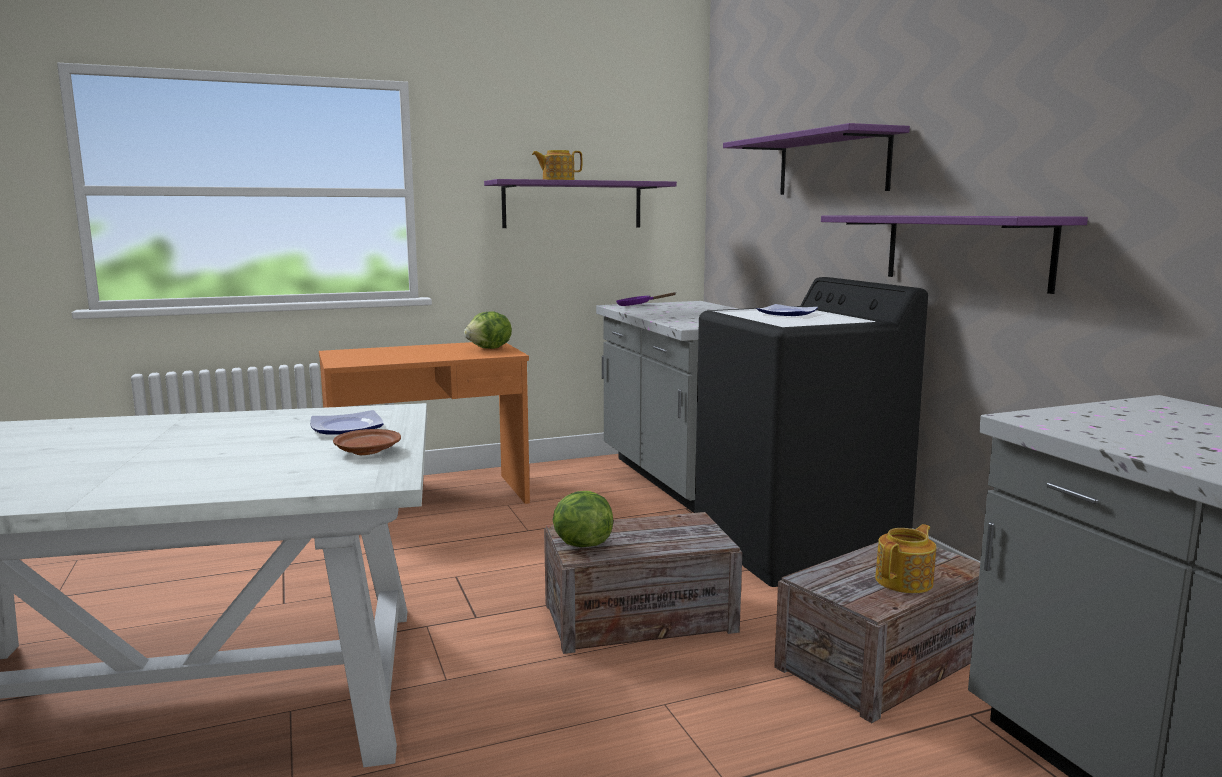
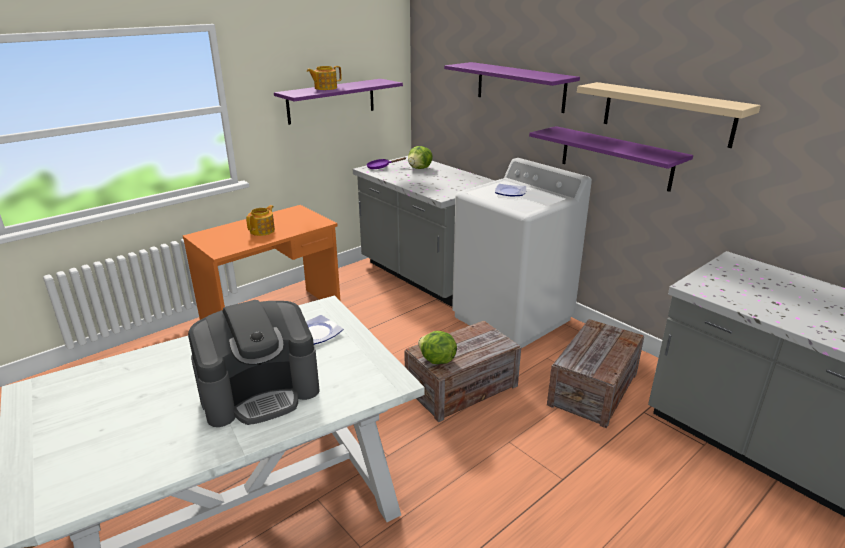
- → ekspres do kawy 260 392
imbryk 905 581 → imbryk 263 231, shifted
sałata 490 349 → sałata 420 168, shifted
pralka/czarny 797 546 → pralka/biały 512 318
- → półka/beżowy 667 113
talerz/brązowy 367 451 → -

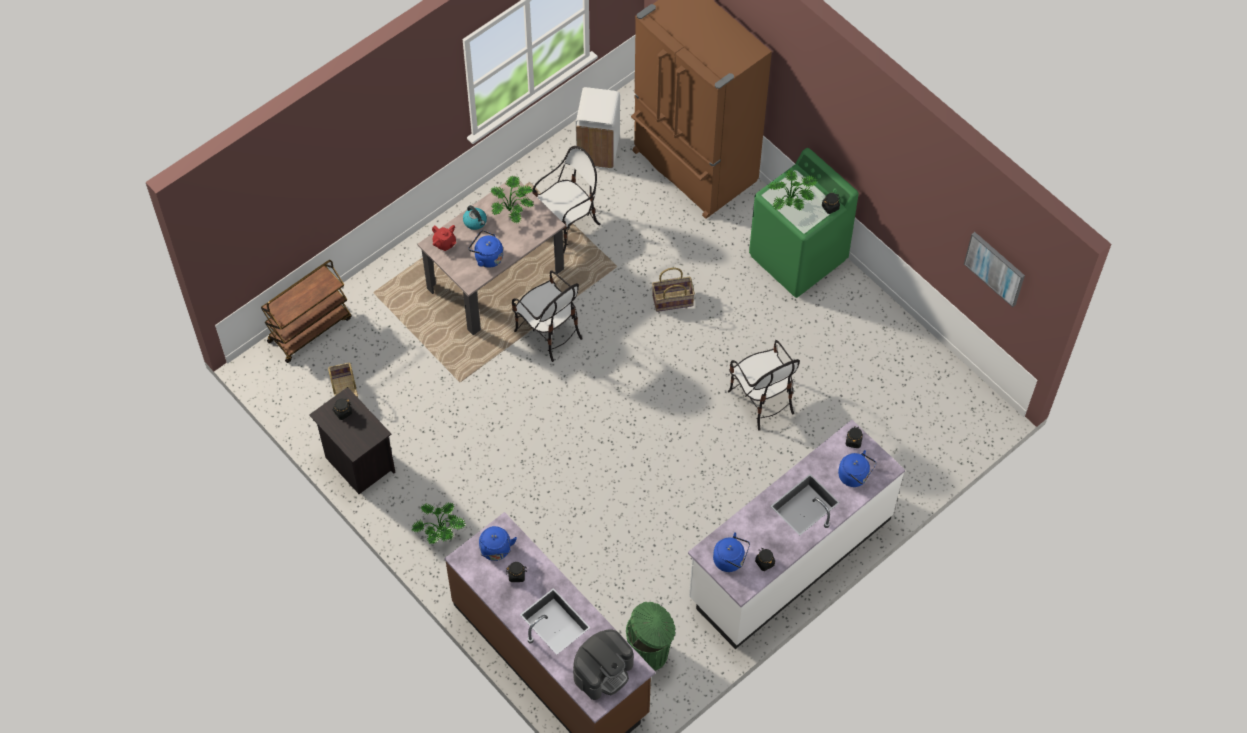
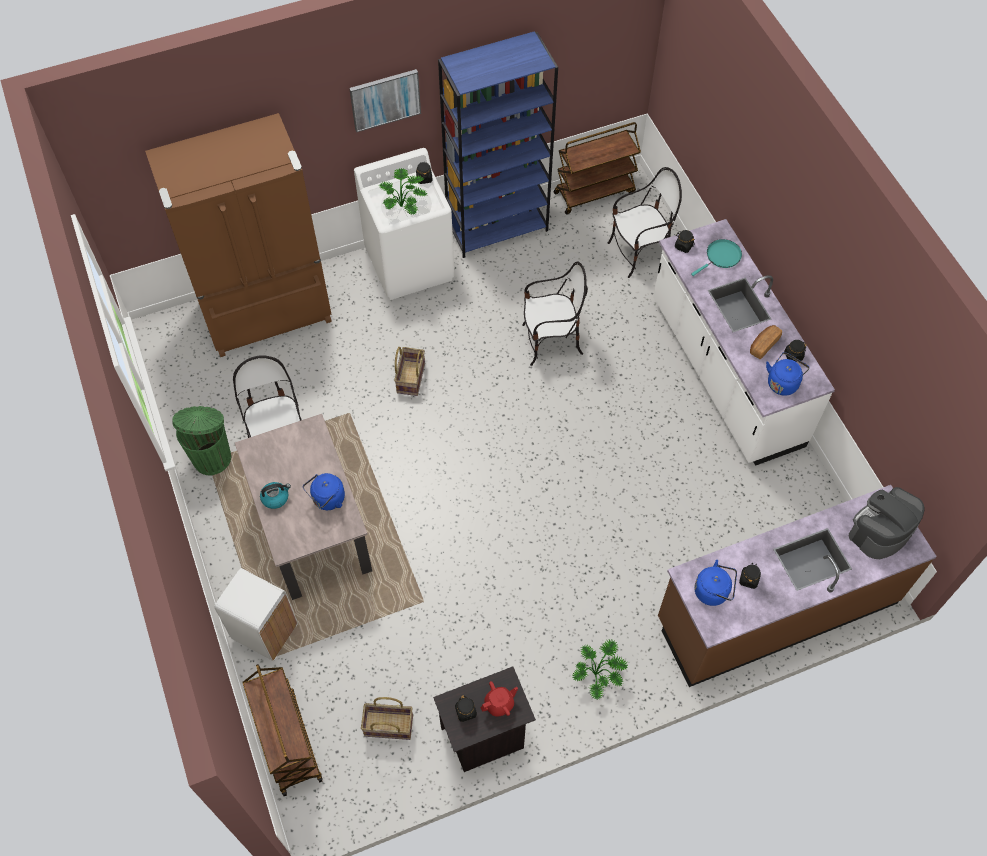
kosz na śmieci/zielony 650 653 → kosz na śmieci/zielony 212 457, shifted
kosz na śmieci/biały 599 150 → kosz na śmieci/biały 265 631, shifted
obraz 995 268 → obraz 385 99, shifted
pralka/zielony 798 258 → pralka/biały 410 264
- → regał/niebieski 497 227
imbryk/czerwony 444 243 → imbryk/czerwony 499 704, shifted
- → wózek/brązowy 594 192
krzesło 548 333 → krzesło 639 253, shifted
czajnik/niebieski 855 476 → patelnia/turkusowy 721 257
- → chleb 763 345
ekspres do kawy 603 671 → ekspres do kawy 880 531, 105 degrees counterclockwise
roślina doniczkowa 512 210 → -

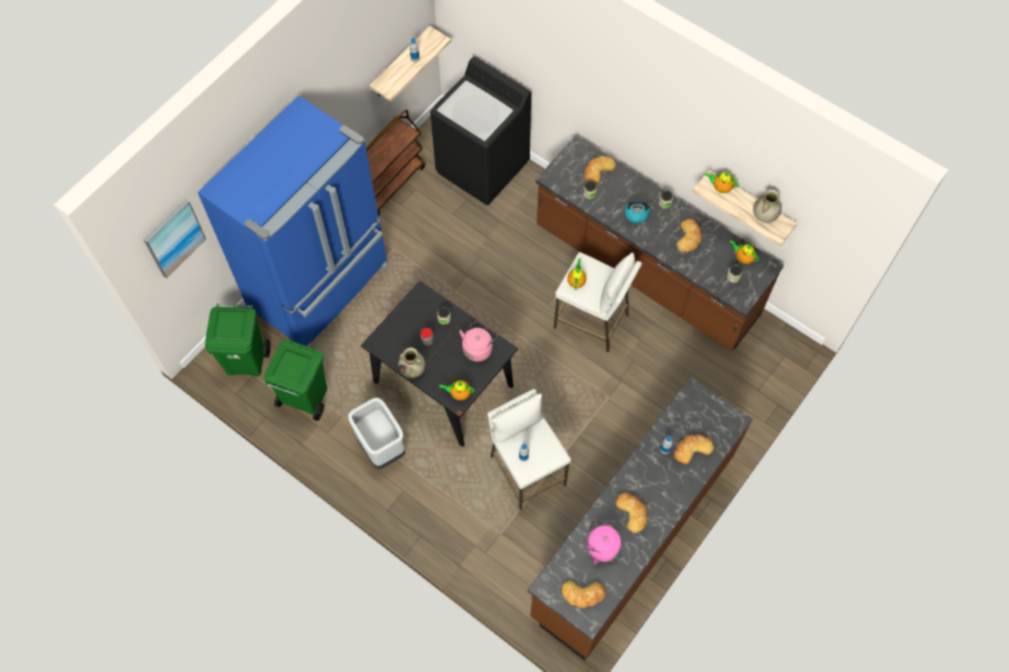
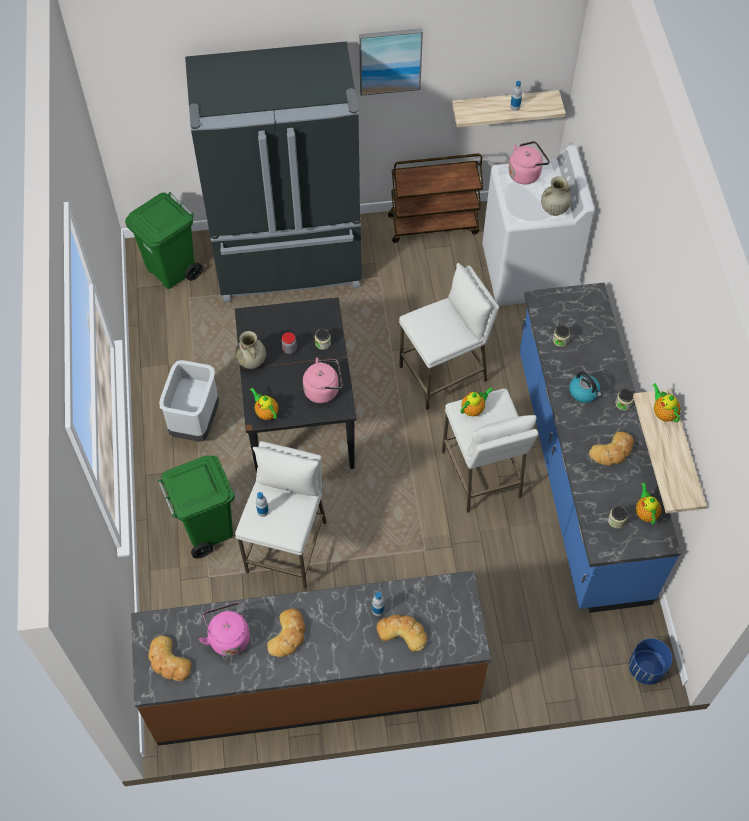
kosz na śmieci/zielony 304 398 → kosz na śmieci/zielony 206 528, shifted
lodówka/niebieski 321 288 → lodówka/czarny 289 262
obraz 174 238 → obraz 390 60, shifted
- → stołek/biały 444 374
pralka/czarny 482 167 → pralka/biały 528 272
- → czajnik/różowy 526 173
zabudowa kuchenna/brązowy 646 272 → zabudowa kuchenna/niebieski 579 475
wazon/beżowy 764 216 → wazon/beżowy 553 210, shifted
- → donica/niebieski 646 668
chleb 598 170 → -

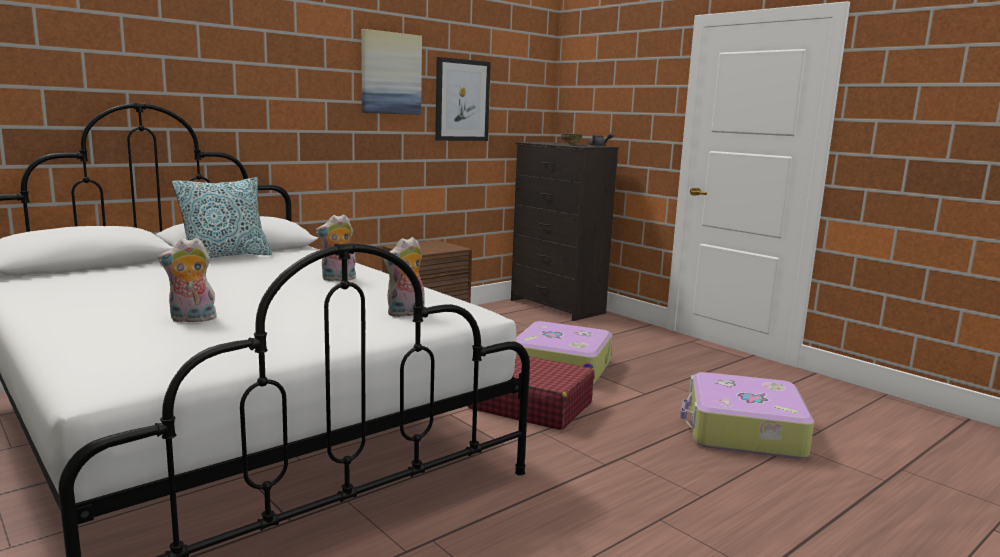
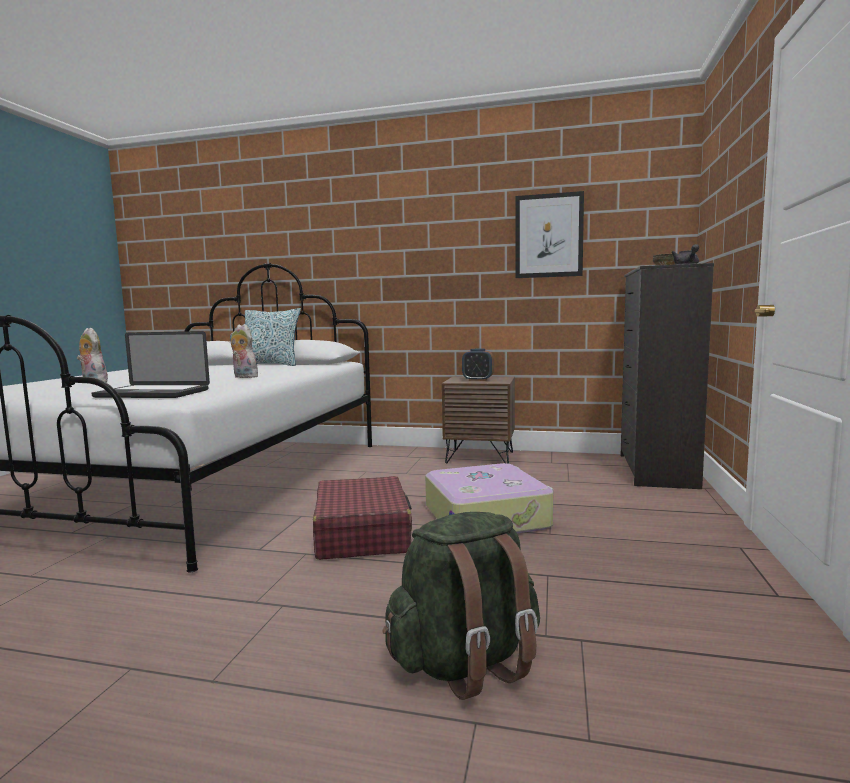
pluszak 406 314 → laptop 152 393
walizka 742 431 → plecak/zielony 466 662
- → budzik 478 380
obraz 390 73 → -

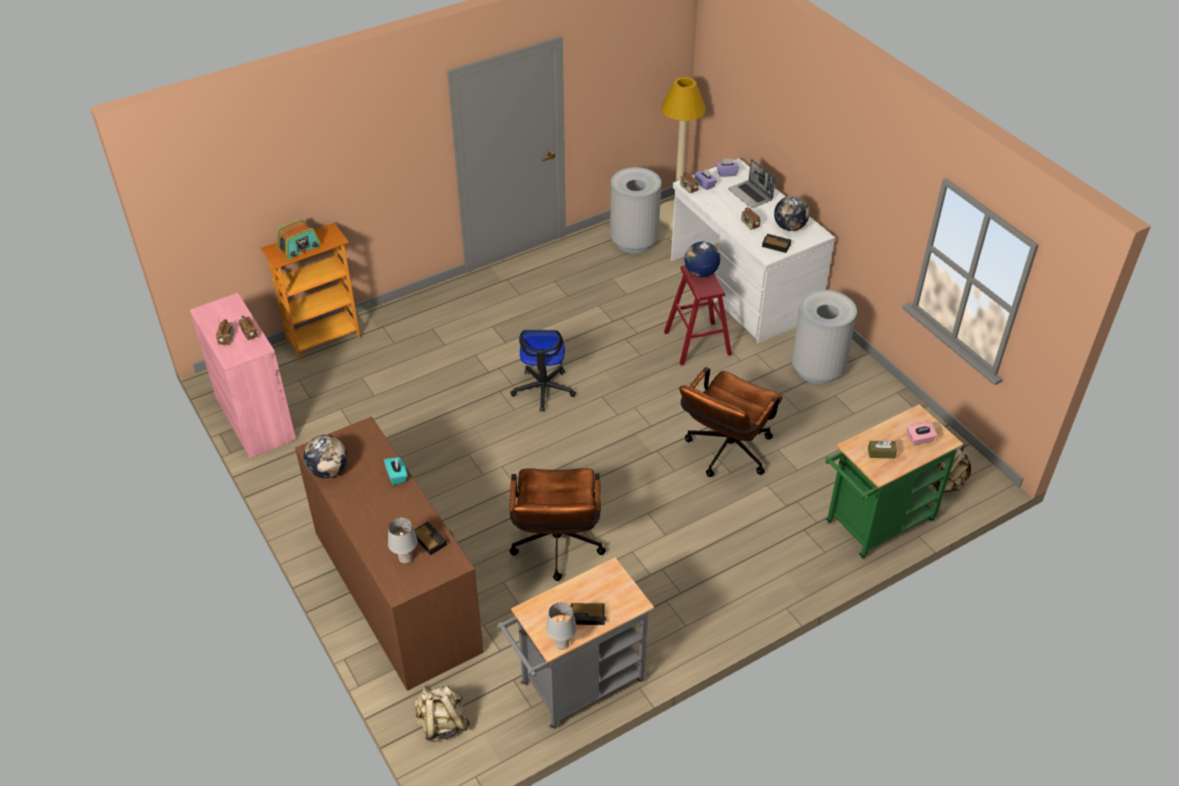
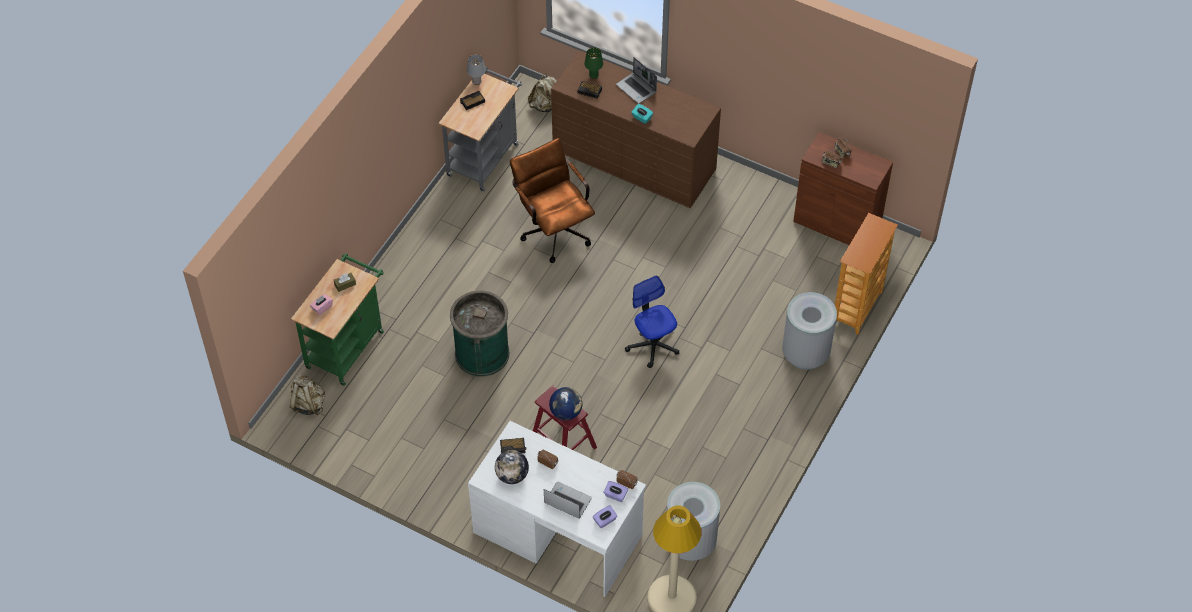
krzesło biurowe/brązowy 725 454 → kosz na śmieci/zielony 482 353
lampa stołowa/szary 406 559 → lampa stołowa/zielony 593 76
- → laptop 637 89
kosz na śmieci/szary 817 369 → kosz na śmieci/szary 805 353, shifted
szafka/różowy 255 419 → szafka/brązowy 837 223
radio 299 248 → -
globus 328 470 → -

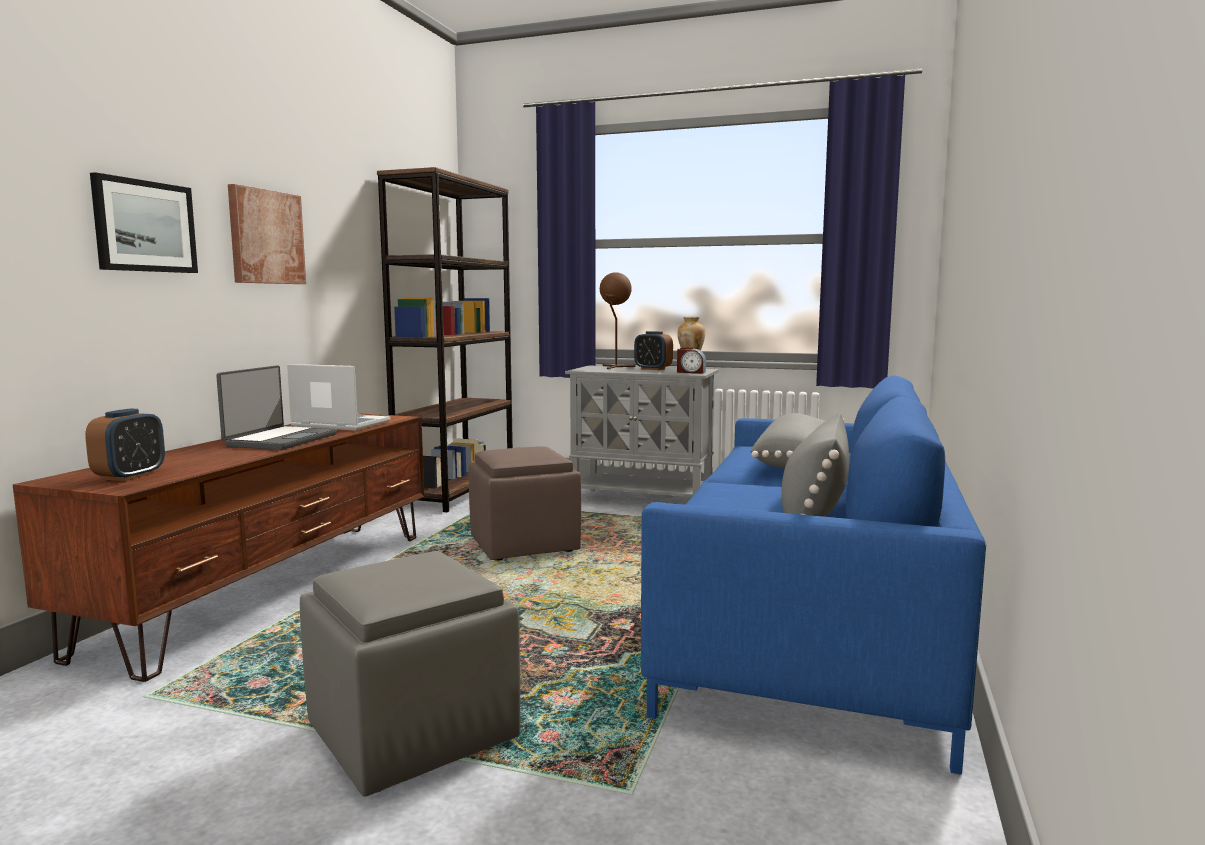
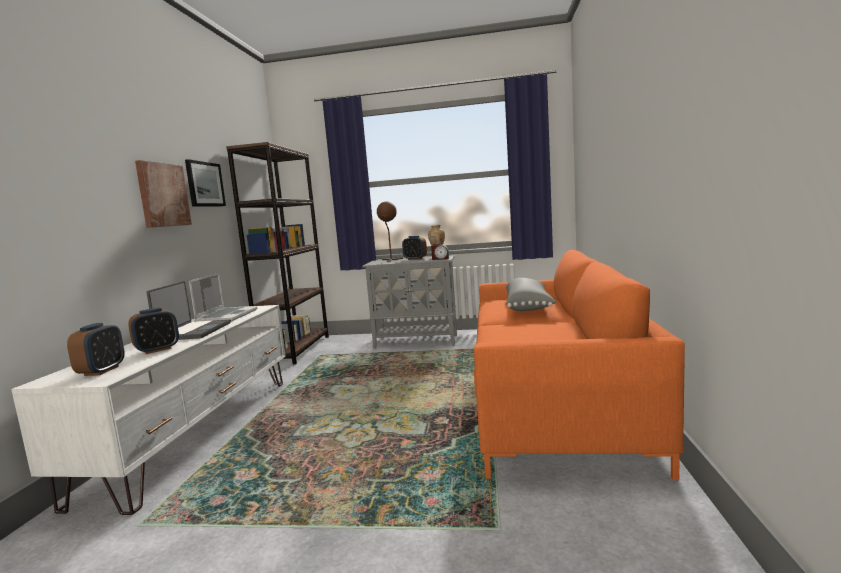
szafka pod telewizor/brązowy 274 587 → szafka pod telewizor/biały 199 431
- → budzik 157 350
obraz 145 226 → obraz 204 184, shifted
laptop 339 424 → laptop 227 316, 90 degrees clockwise
kanapa/niebieski 812 624 → kanapa/pomarańczowy 553 403
pufa/szary 415 733 → -
pufa/brązowy 523 545 → -
poduszka/szary 814 509 → -

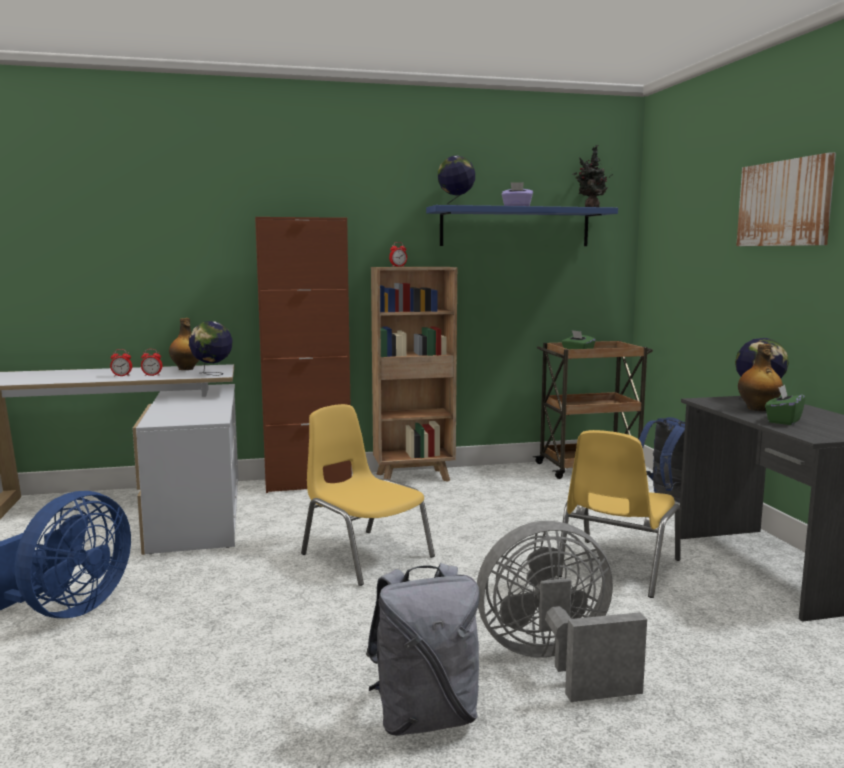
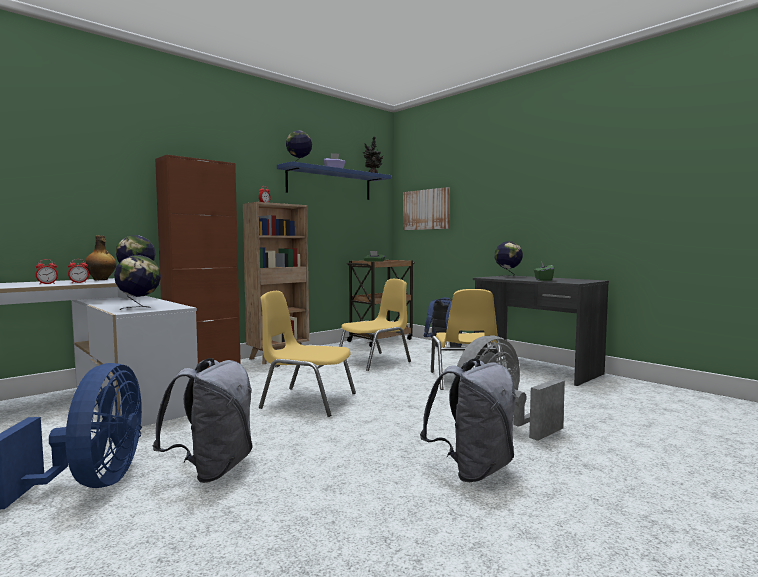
- → globus 139 308
- → plecak/szary 212 469
- → krzesło/żółty 375 361
obraz 784 203 → obraz 426 209, shifted
butelka 757 409 → -

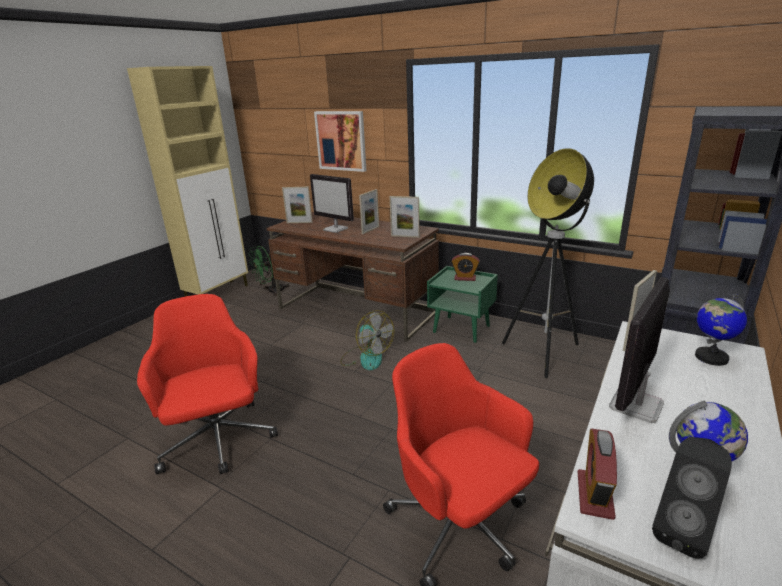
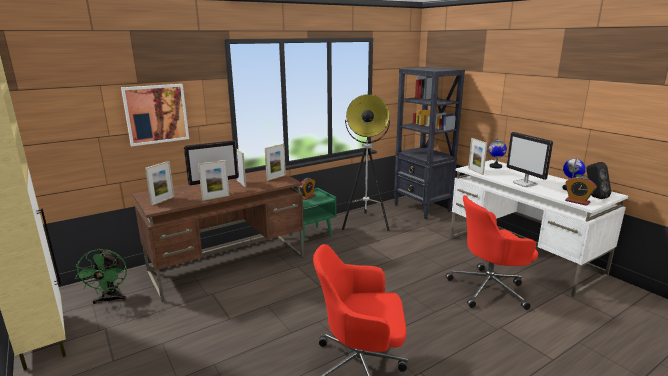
- → ramka na zdjęcie 216 198
wentylator 366 357 → -

